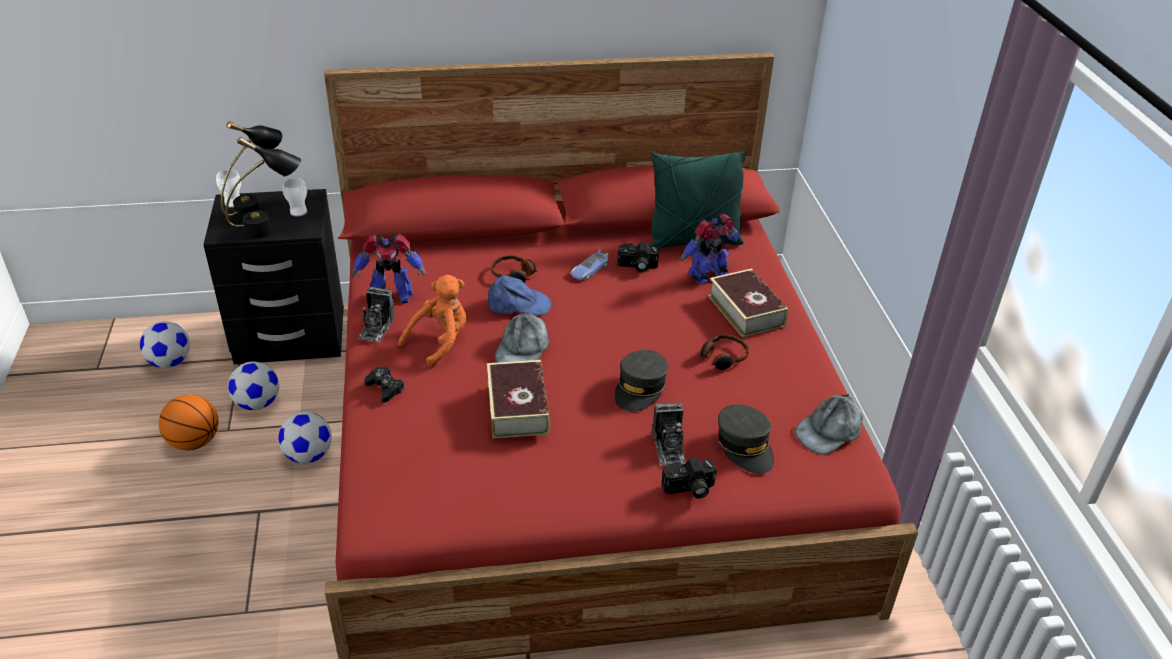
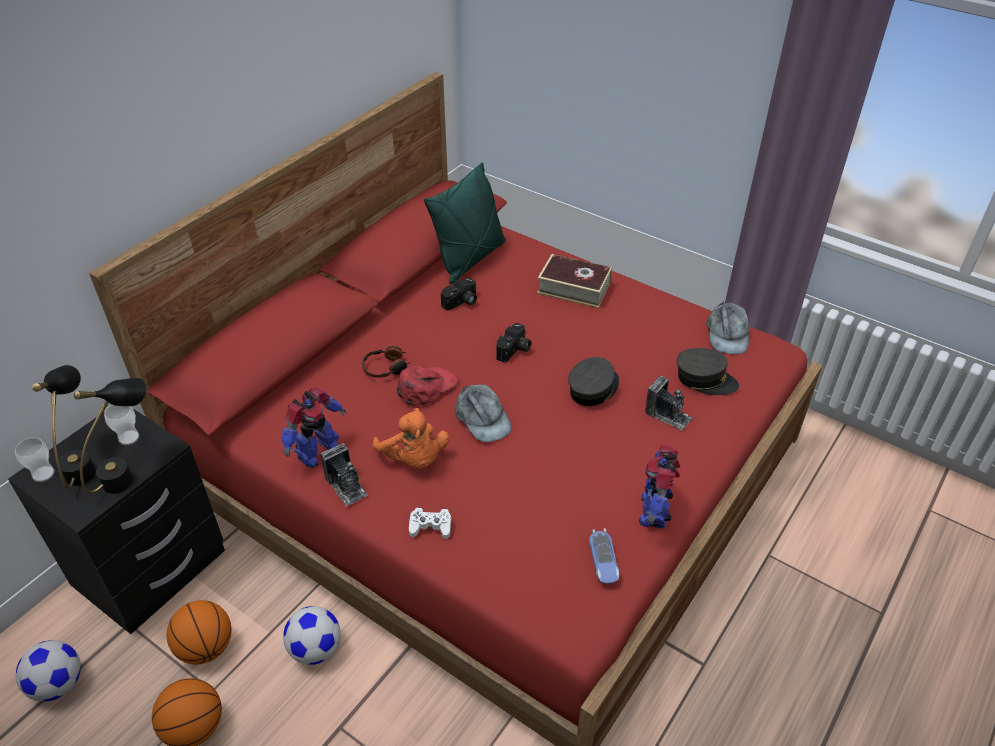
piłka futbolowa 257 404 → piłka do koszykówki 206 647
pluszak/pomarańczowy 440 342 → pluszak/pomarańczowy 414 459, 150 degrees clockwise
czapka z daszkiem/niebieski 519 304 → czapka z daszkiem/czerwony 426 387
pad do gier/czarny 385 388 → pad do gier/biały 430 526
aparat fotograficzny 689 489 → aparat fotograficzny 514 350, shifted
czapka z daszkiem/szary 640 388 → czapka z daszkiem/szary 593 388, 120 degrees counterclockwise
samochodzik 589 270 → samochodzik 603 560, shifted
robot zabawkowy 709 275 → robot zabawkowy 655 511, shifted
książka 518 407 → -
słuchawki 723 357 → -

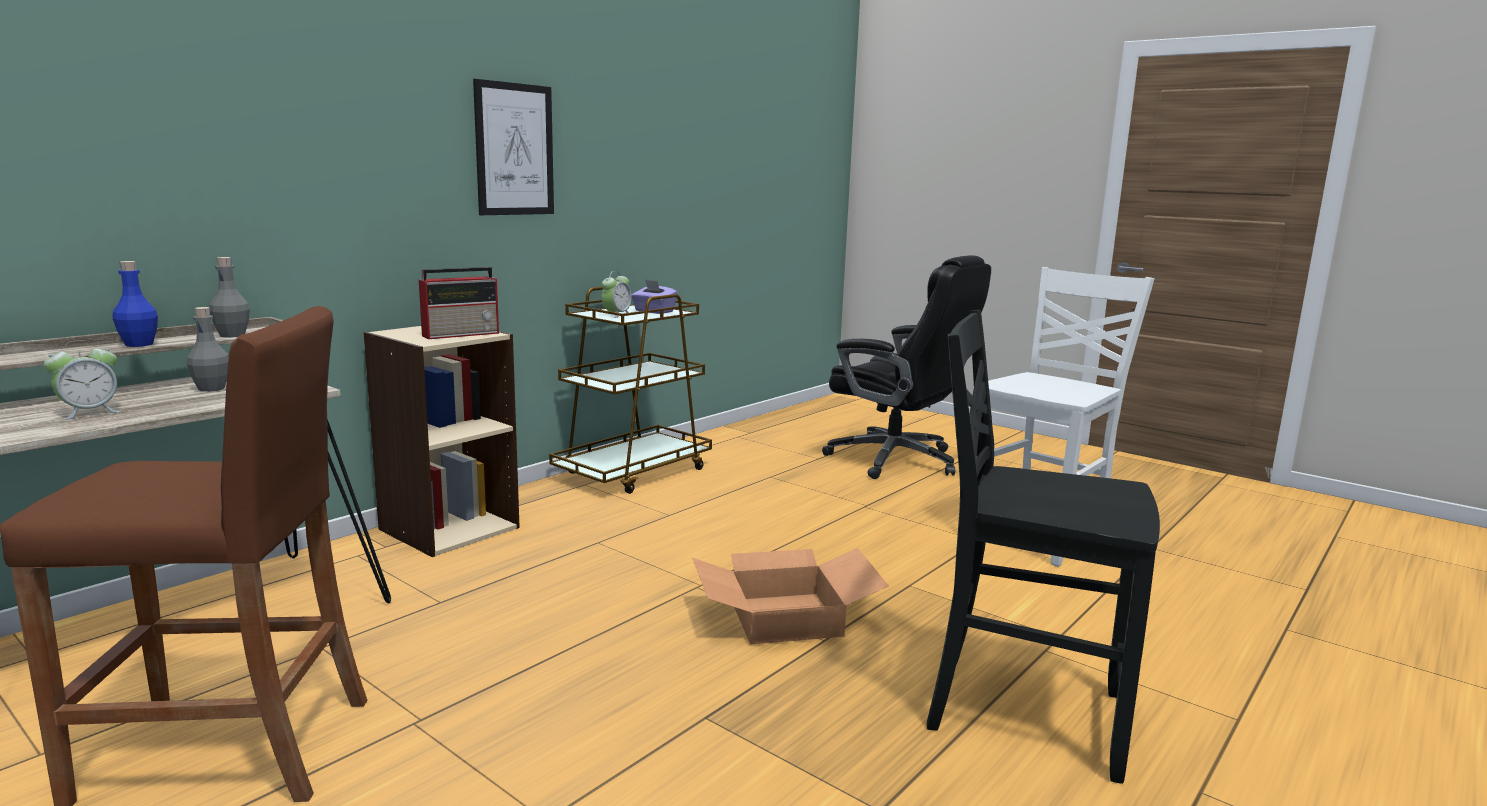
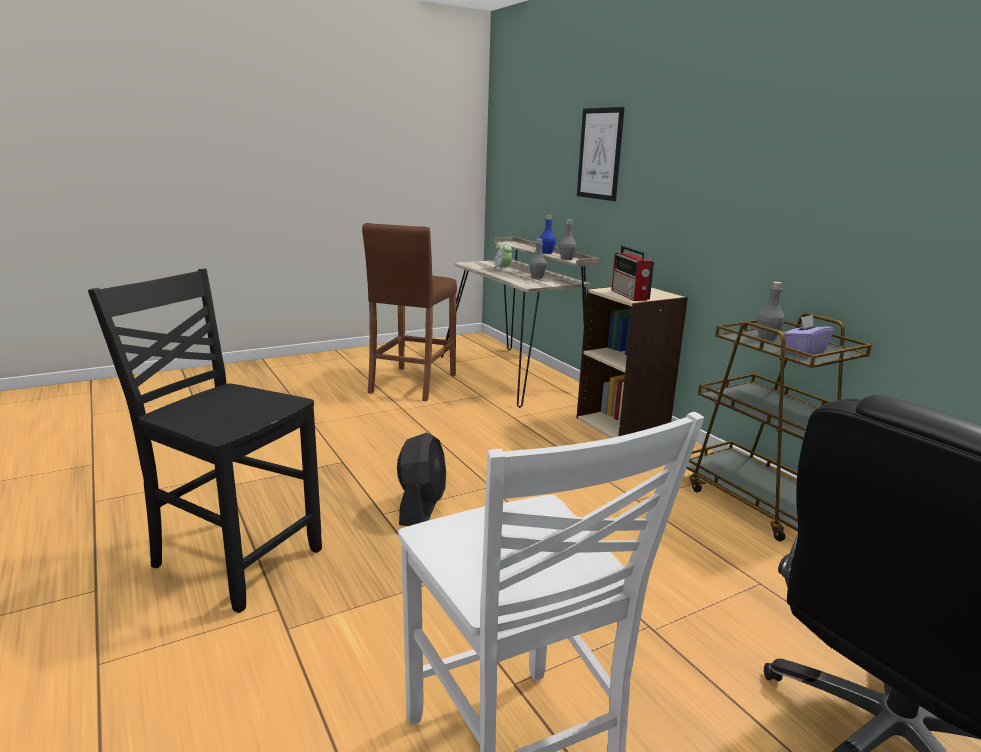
krzesło/czarny 1021 711 → krzesło/czarny 234 558, 105 degrees counterclockwise
karton 784 619 → wentylator/czarny 421 507
obraz 514 149 → obraz 600 154, shifted
budzik 616 315 → butelka/szary 767 337

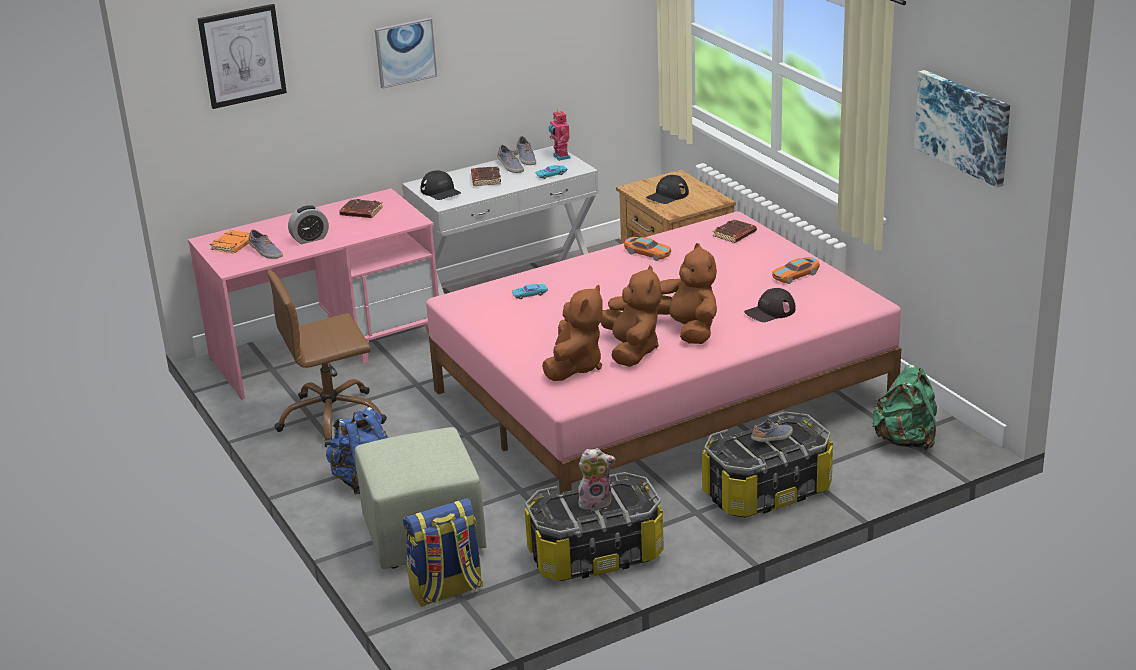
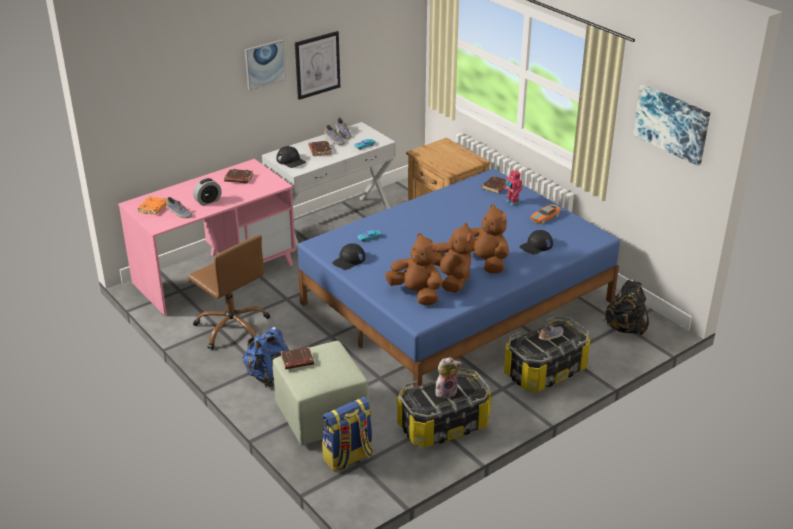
krzesło biurowe/brązowy 331 418 → krzesło biurowe/brązowy 233 327, 105 degrees counterclockwise
- → książka/brązowy 297 361
obraz 242 56 → obraz 317 65, shifted
łóżko/różowy 662 398 → łóżko/niebieski 457 302
czapka z daszkiem/czarny 667 195 → czapka z daszkiem/czarny 349 260, shifted
pluszak/brązowy 574 366 → pluszak/brązowy 416 293, 60 degrees counterclockwise
robot zabawkowy 560 157 → robot zabawkowy 512 202, shifted
plecak/zielony 905 440 → plecak/czarny 625 328
samochodzik 648 253 → -

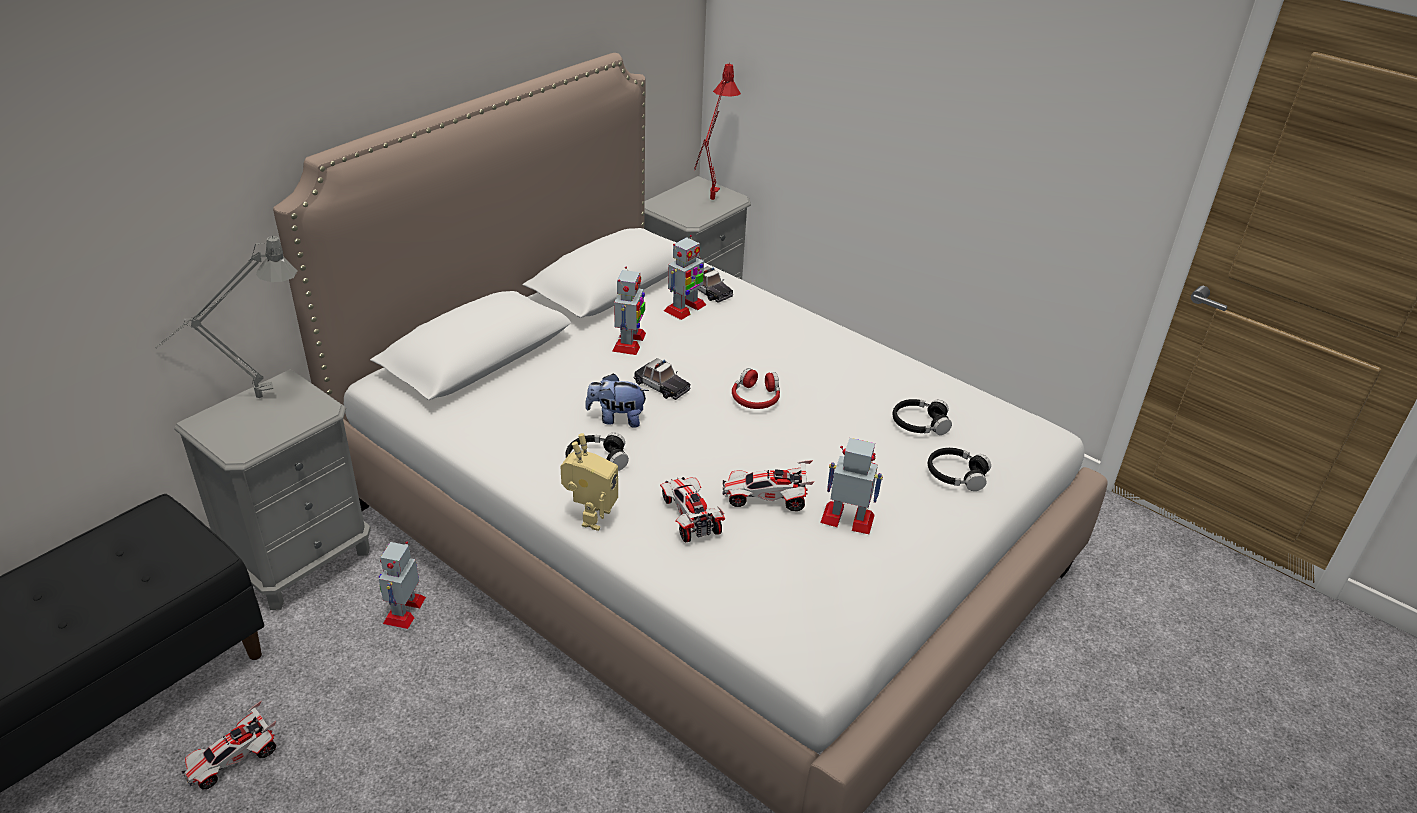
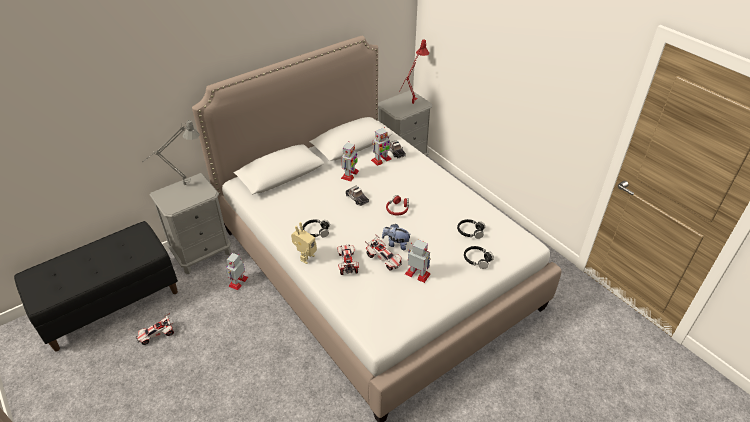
samochodzik 766 498 → samochodzik 384 259, 150 degrees counterclockwise
pluszak 617 418 → pluszak 396 244, shifted

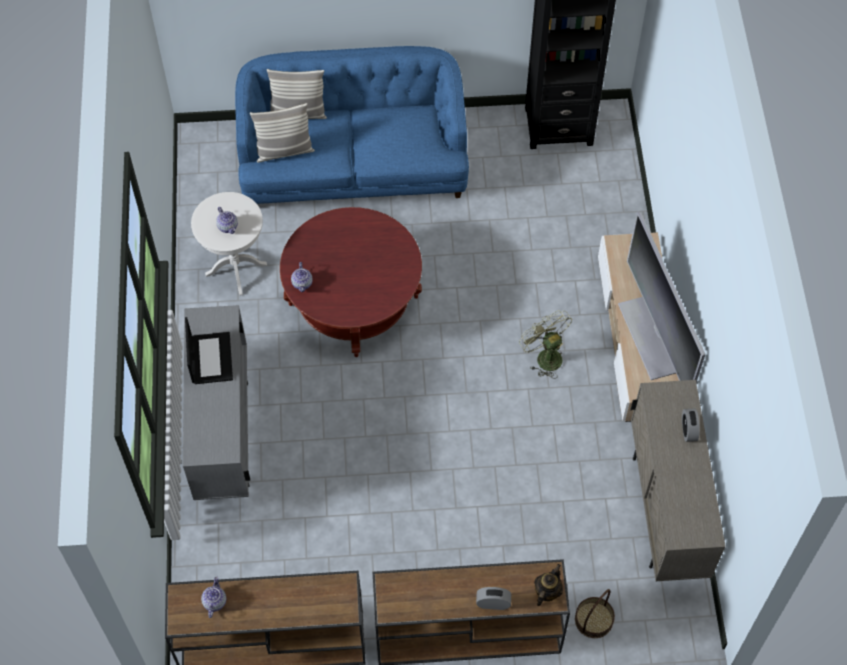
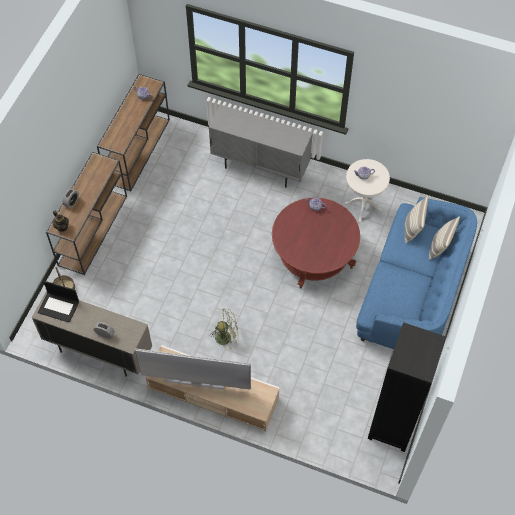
laptop 210 358 → laptop 59 307, shifted

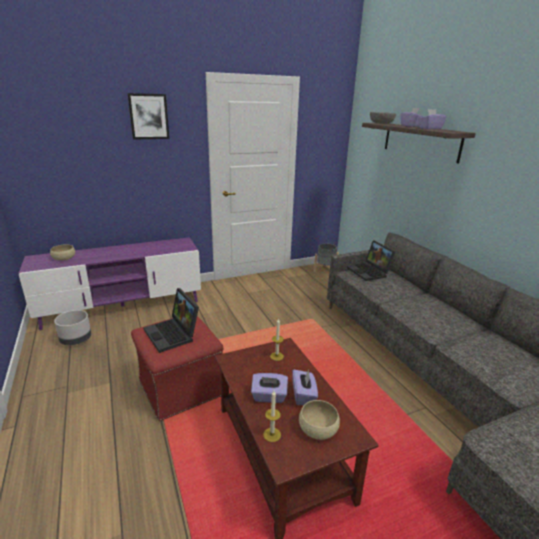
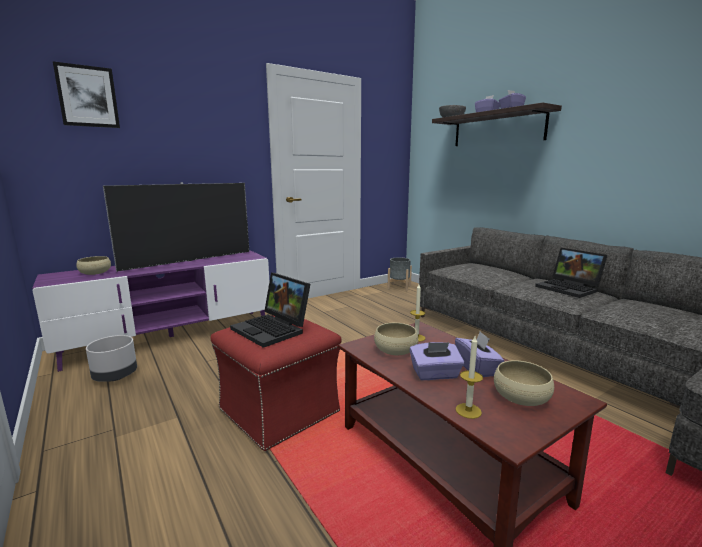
obraz 149 116 → obraz 87 96, shifted
- → telewizor 189 261
- → miska/beżowy 395 350
laptop 370 272 → laptop 569 288, shifted

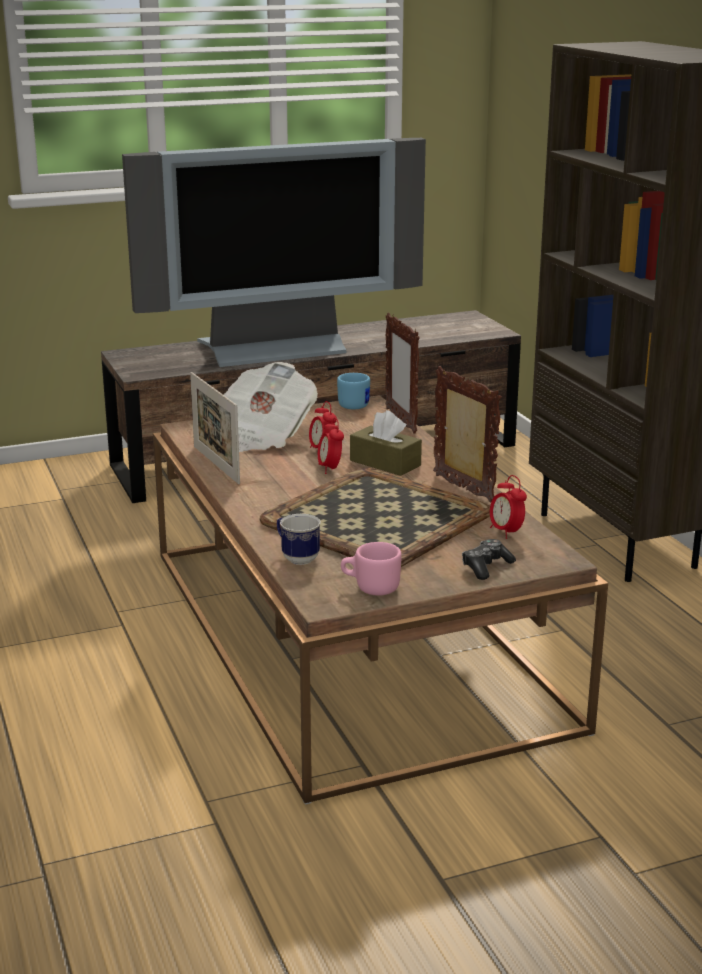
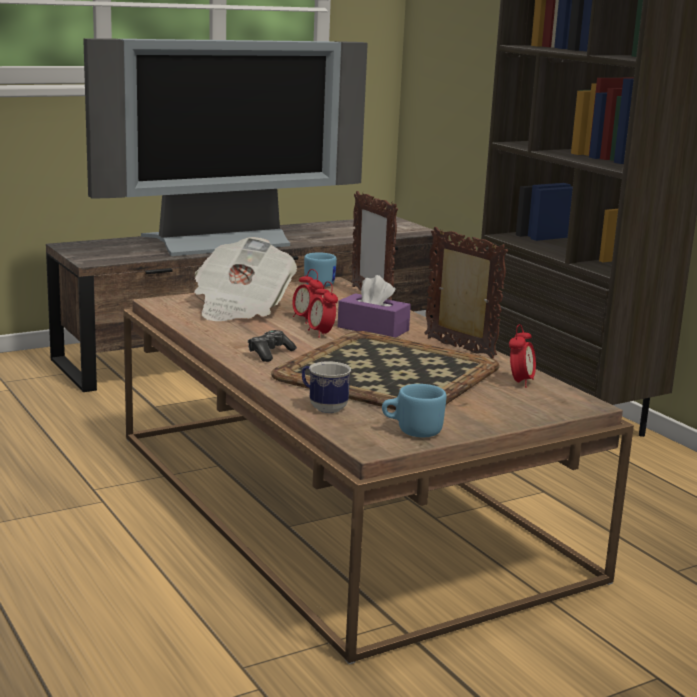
pad do gier 486 567 → pad do gier 270 353, shifted
pudełko chusteczek/brązowy 385 463 → pudełko chusteczek/fioletowy 373 329
kubek/różowy 370 588 → kubek/niebieski 412 431
budzik 506 532 → budzik 520 382, 120 degrees counterclockwise
ramka na zdjęcie 216 465 → -

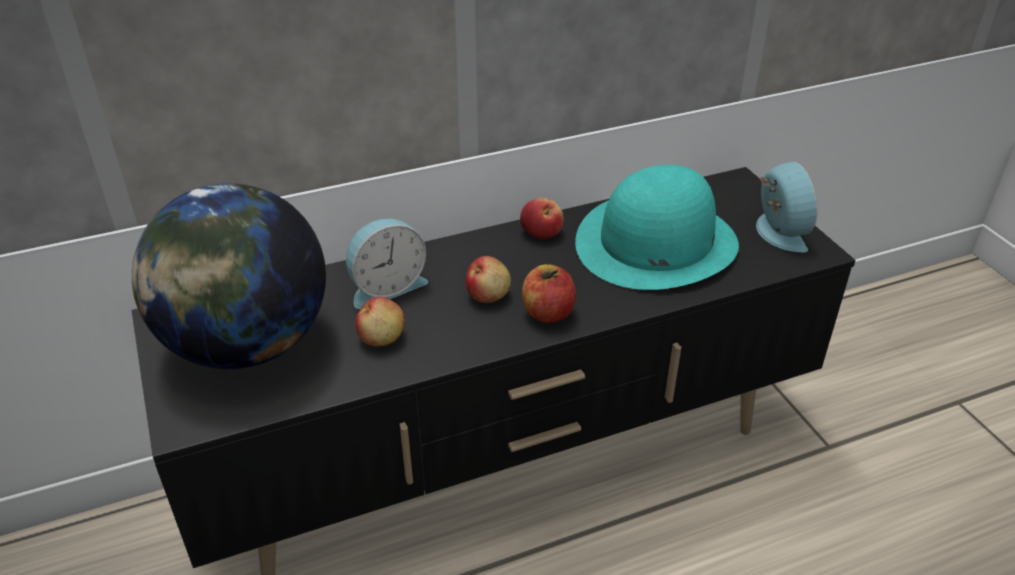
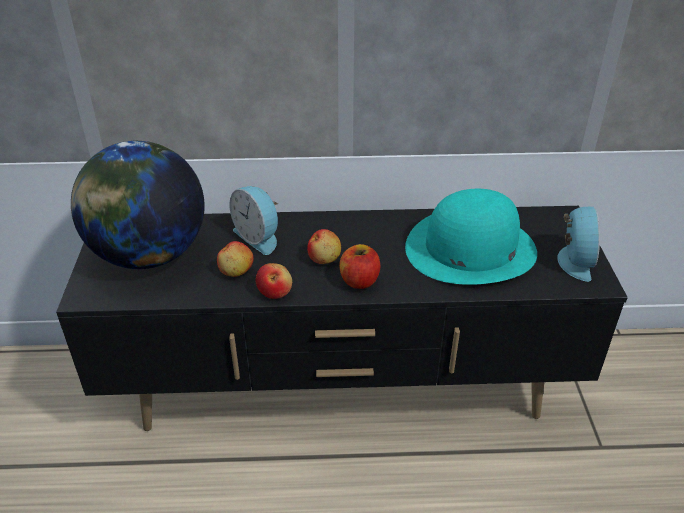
budzik 386 286 → budzik 258 237, 60 degrees clockwise
jabłko 541 232 → jabłko 275 291, shifted

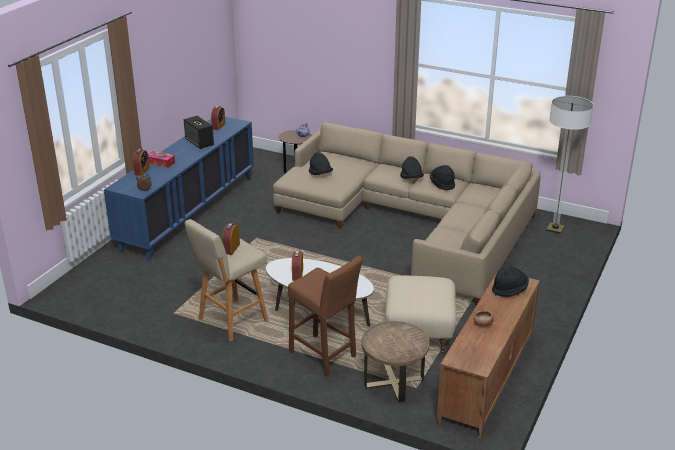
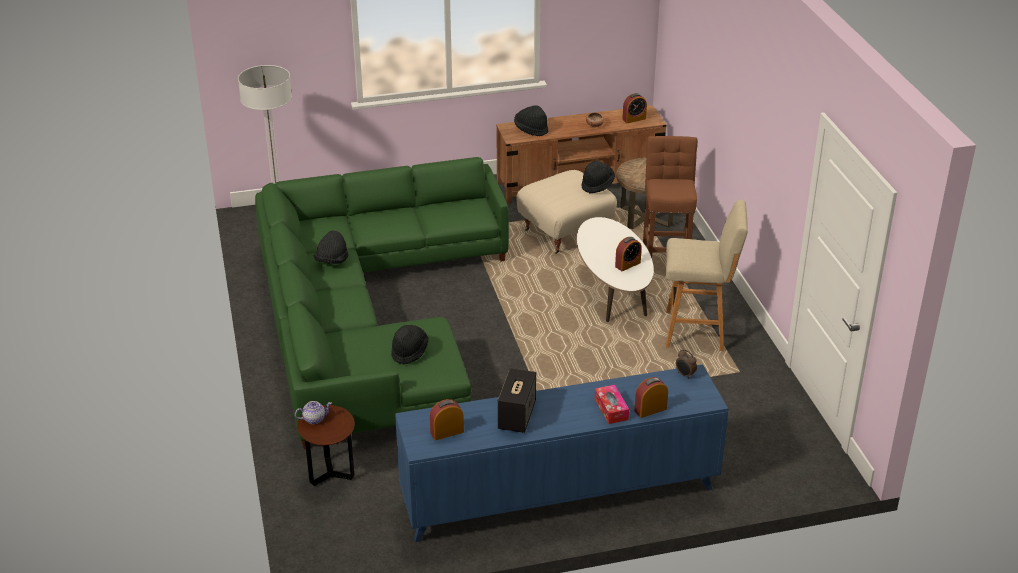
kanapa/beżowy 413 221 → kanapa/zielony 368 316
kapelusz/czarny 411 178 → kapelusz/czarny 597 185, shifted
budzik 231 248 → budzik 634 119, shifted

